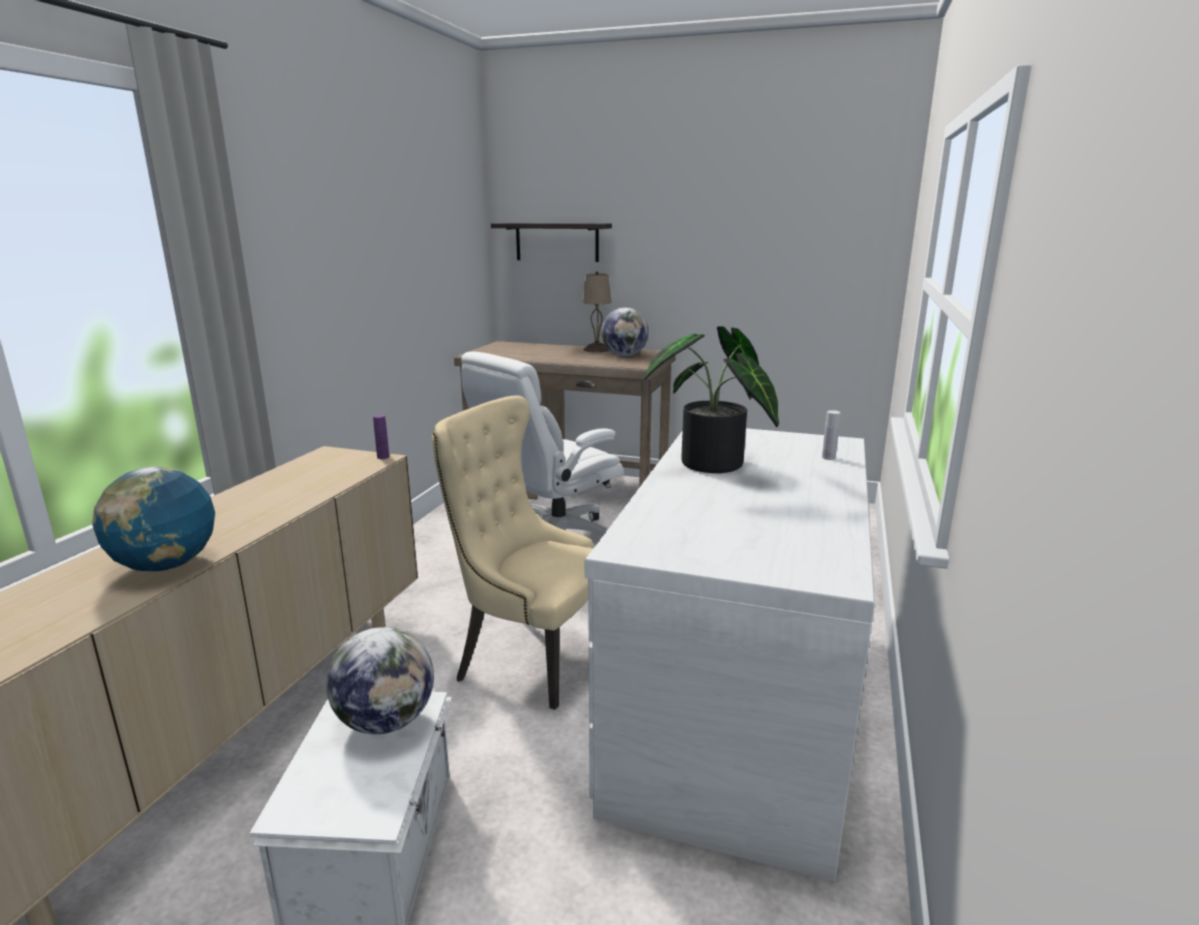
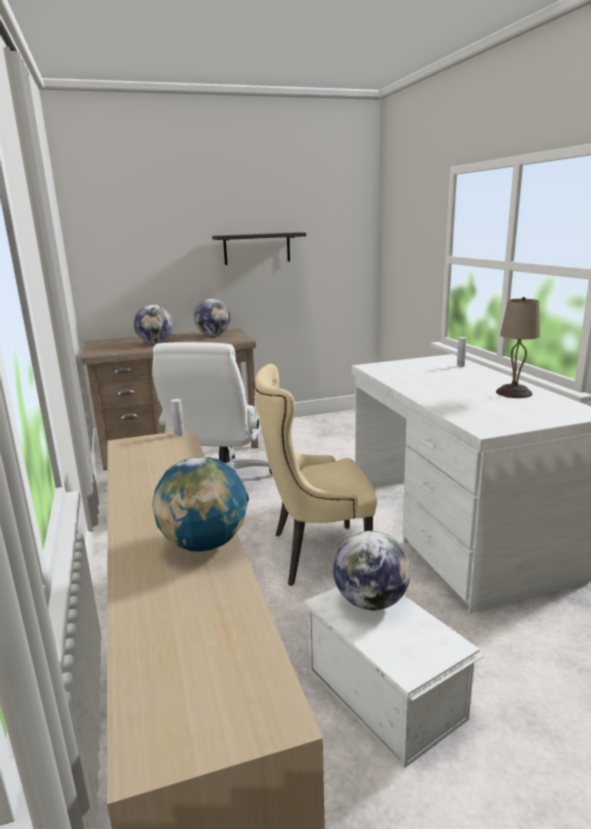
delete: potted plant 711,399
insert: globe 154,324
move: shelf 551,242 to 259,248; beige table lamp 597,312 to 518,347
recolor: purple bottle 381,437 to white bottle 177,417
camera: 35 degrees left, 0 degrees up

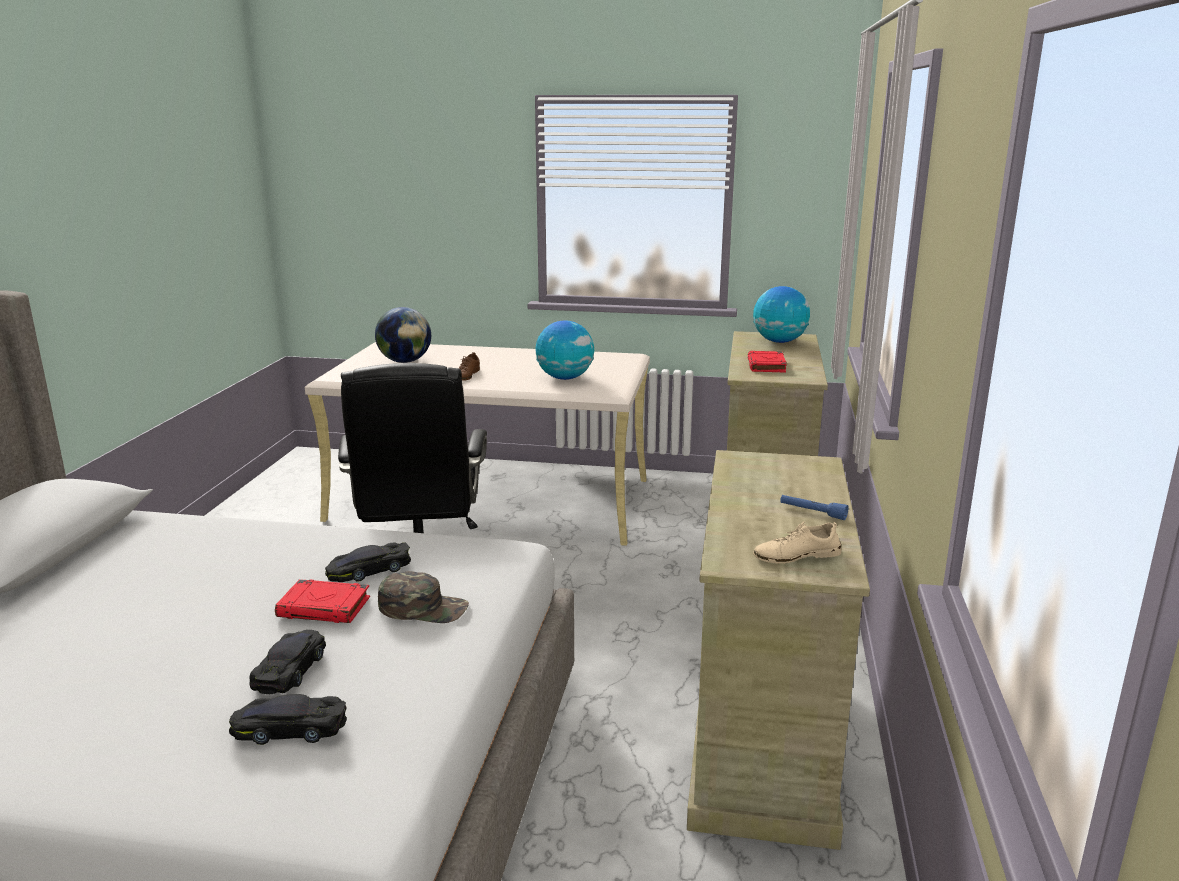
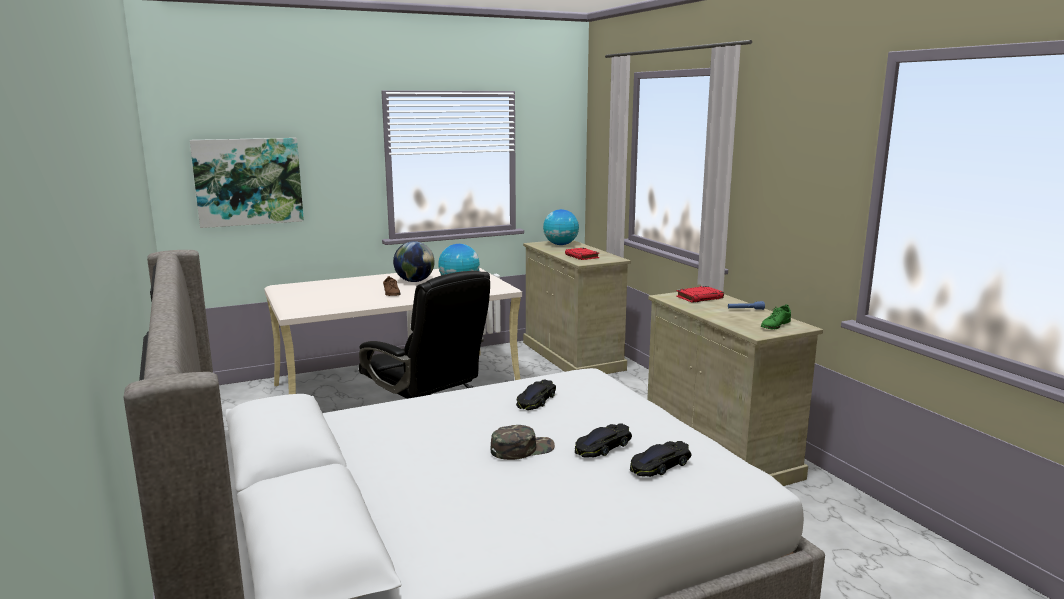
insert: picture 247,183
move: red book 322,601 to 700,294; globe 403,335 to 414,261; green cap 423,597 to 523,442
recolor: beige shoe 797,542 to green shoe 776,317
rotate: black toy car 287,662 = 603,440 105 degrees counterclockwise
camera: 35 degrees left, 5 degrees down

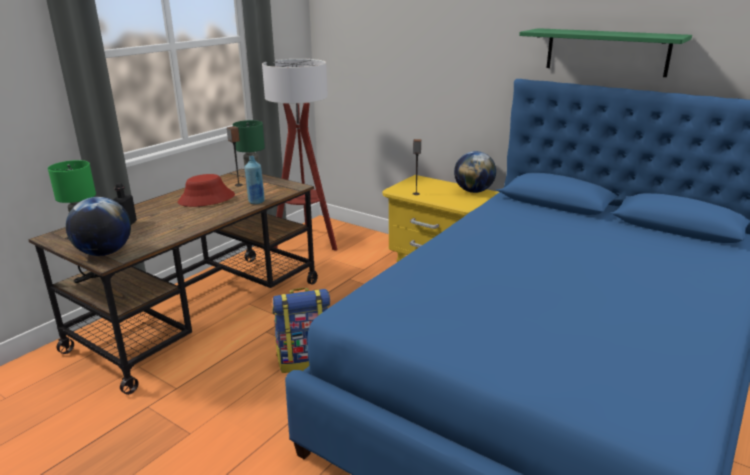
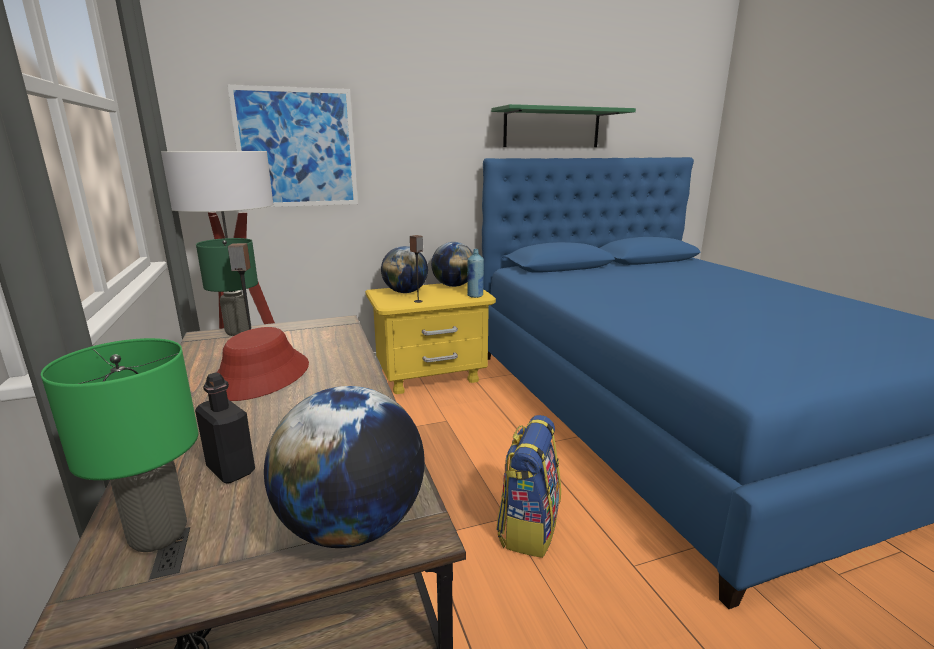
insert: picture 292,146; globe 404,269
move: blue bottle 255,180 to 475,273
camera: 55 degrees left, 5 degrees down

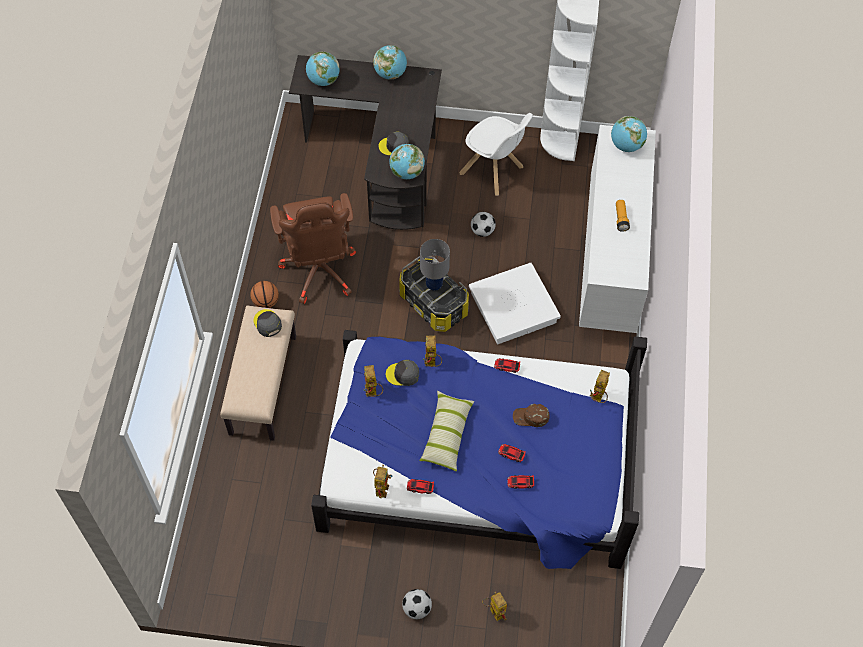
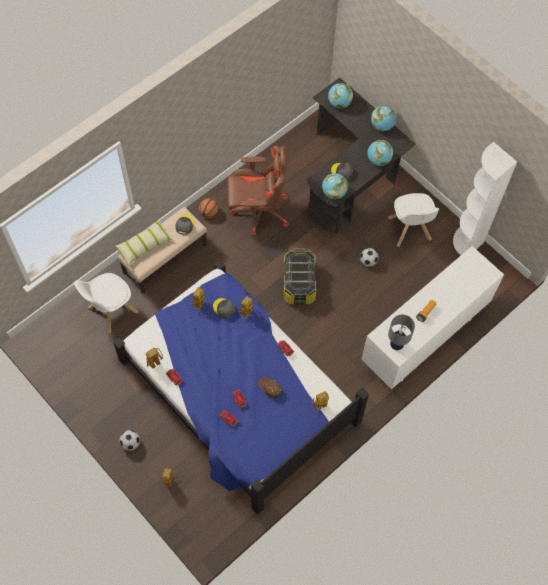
delete: white storage box 515,303
insert: white chair 106,303
move: pillow 446,431 to 143,242; grey table lamp 435,265 to 401,332; globe 629,134 to 380,153
rotate: brown office chair 313,248 = 258,191 120 degrees counterclockwise
camera: 40 degrees right, 5 degrees up

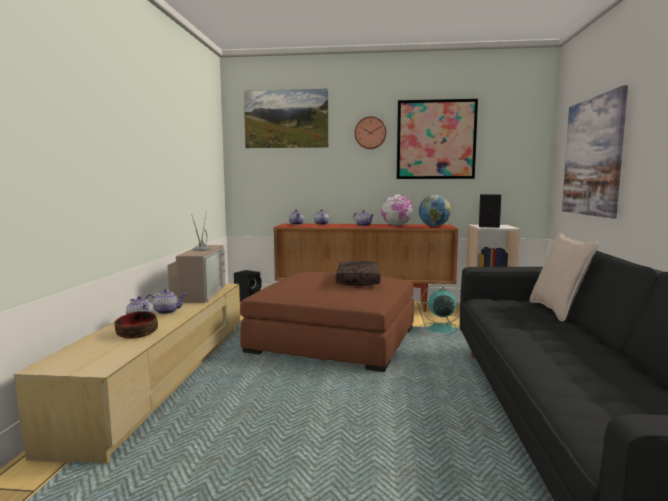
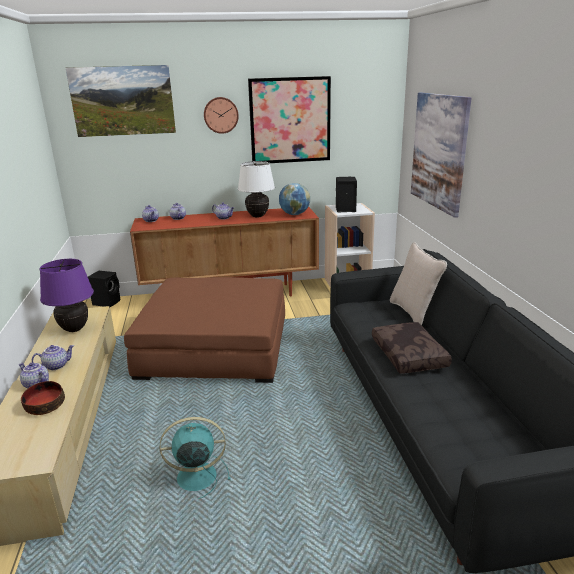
move: brown pillow 358,273 to 412,348; turquoise fan 440,308 to 195,458
replace: television 196,257 to purple table lamp 67,295; globe 397,210 to white table lamp 256,189
camera: 15 degrees left, 15 degrees up

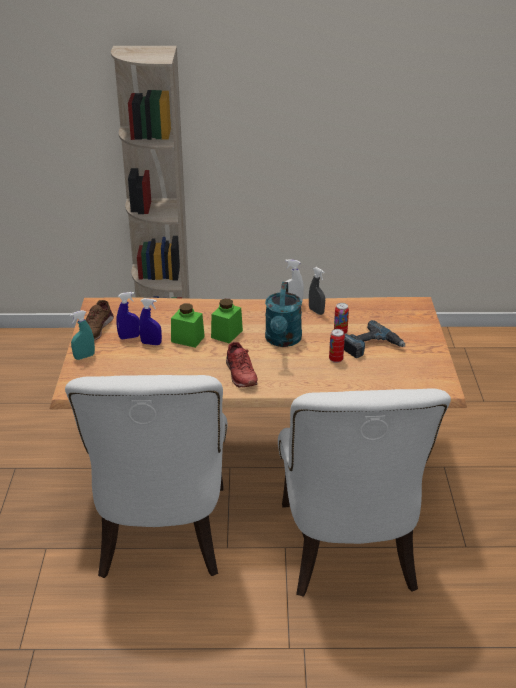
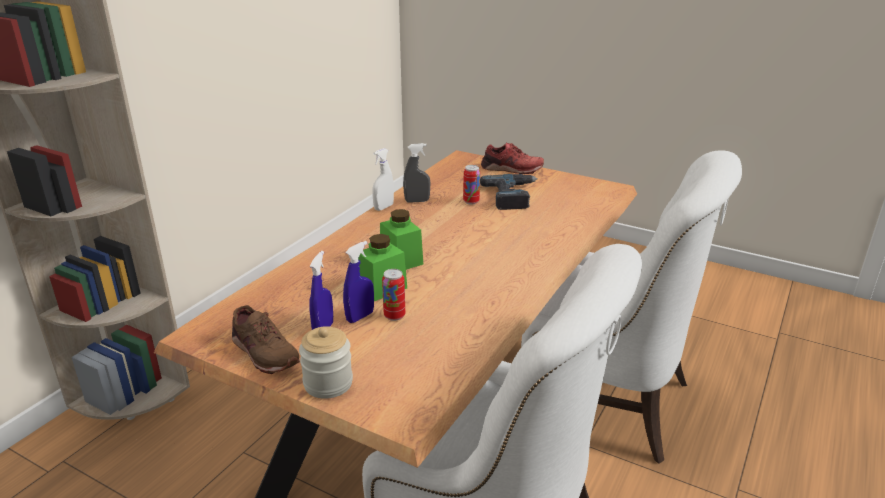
delete: turquoise watering can 283,314
move: red shoe 242,365 to 512,158; can 337,346 to 393,295
replace: turquoise spray bottle 82,335 to jar 326,362
camera: 60 degrees left, 5 degrees down

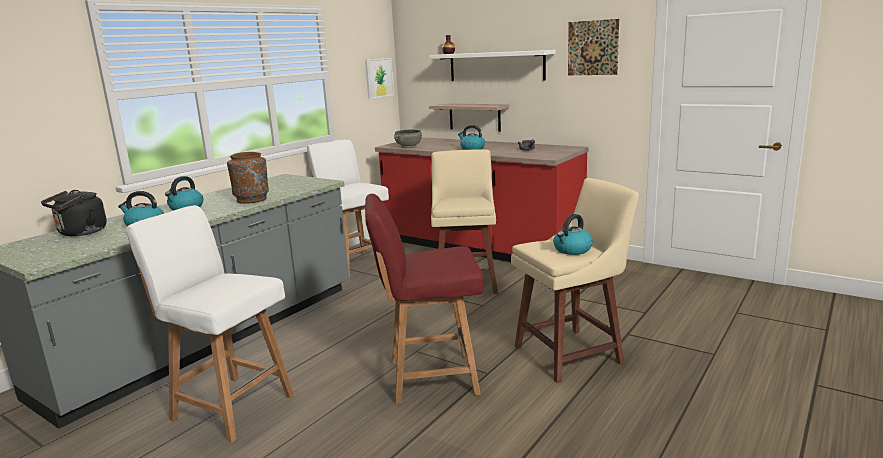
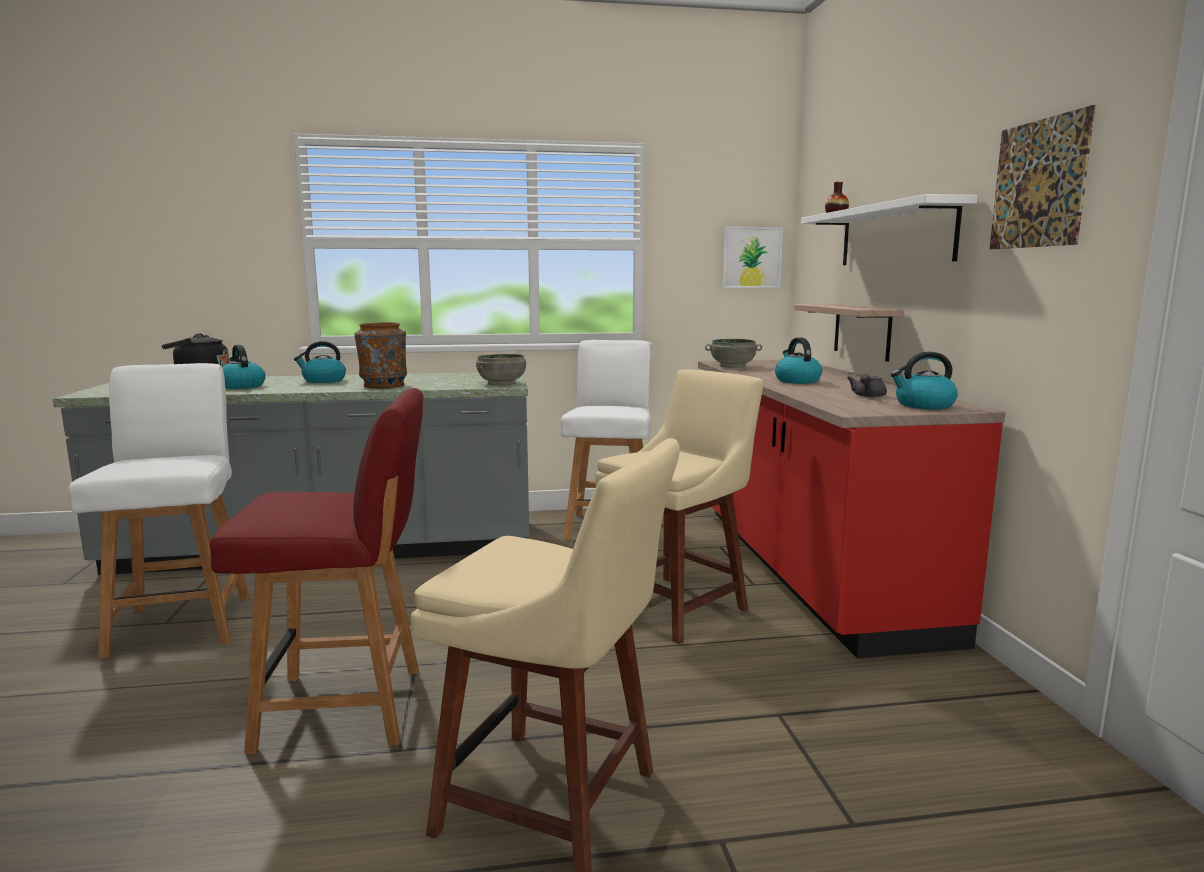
insert: grey bowl 501,370
move: kettle 573,234 to 924,381
rotate: red chair 424,299 = 316,571 135 degrees clockwise
camera: 45 degrees right, 5 degrees down

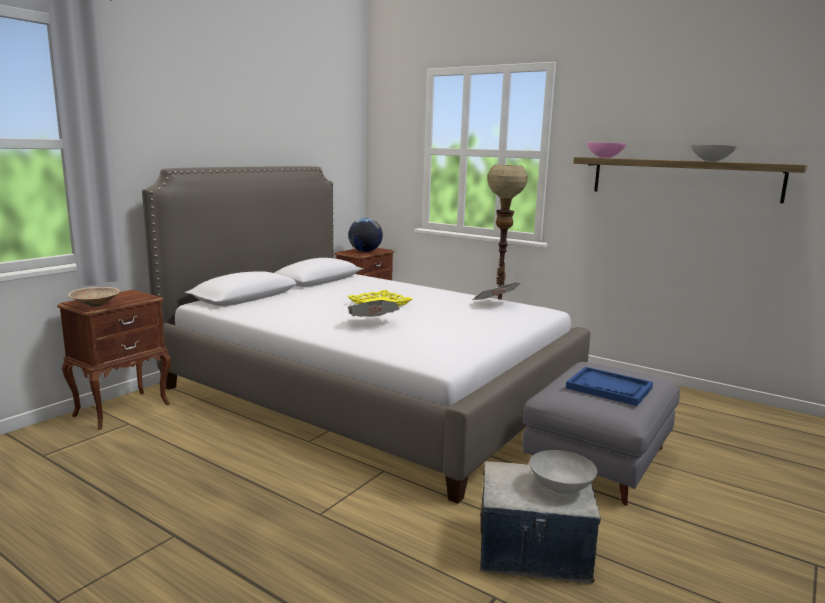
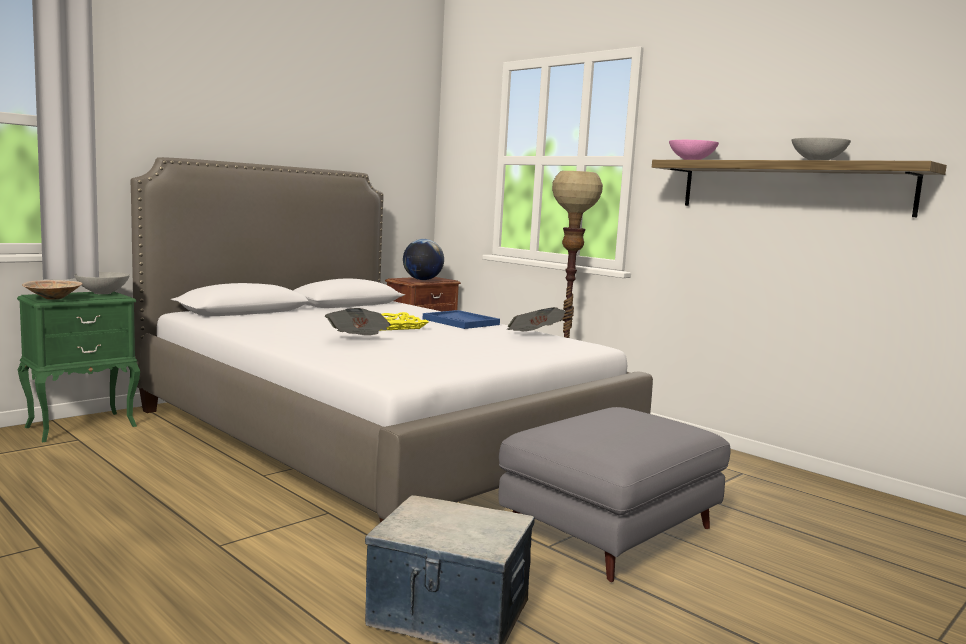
move: grey bowl 563,472 to 102,283; blue tray 609,386 to 461,319
recolor: brown nightstand 114,360 to green nightstand 78,367
camera: 10 degrees right, 5 degrees down

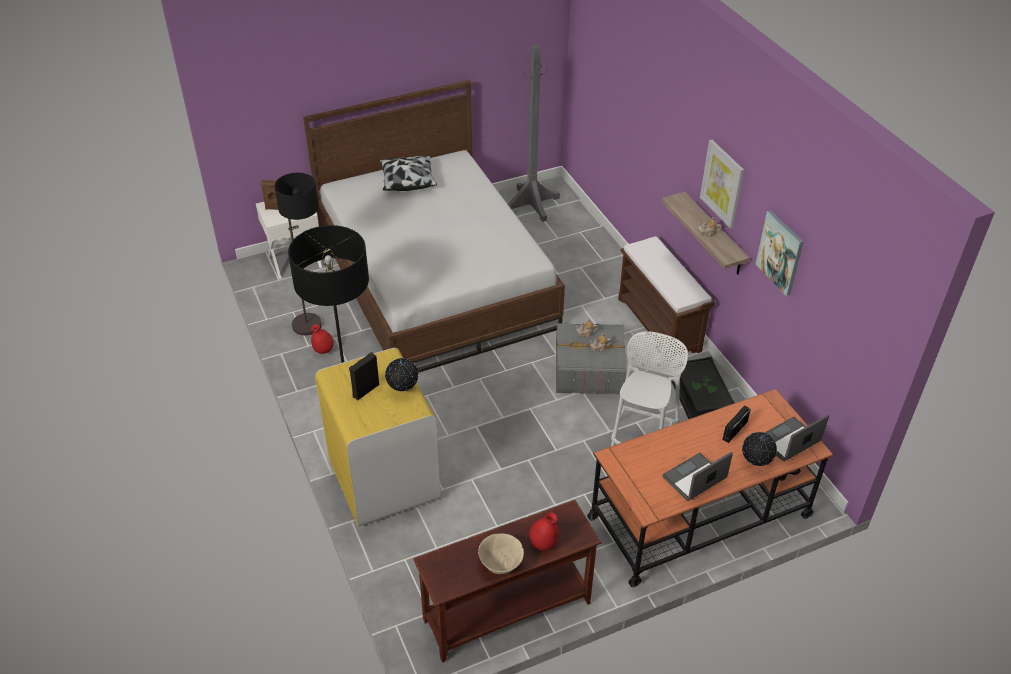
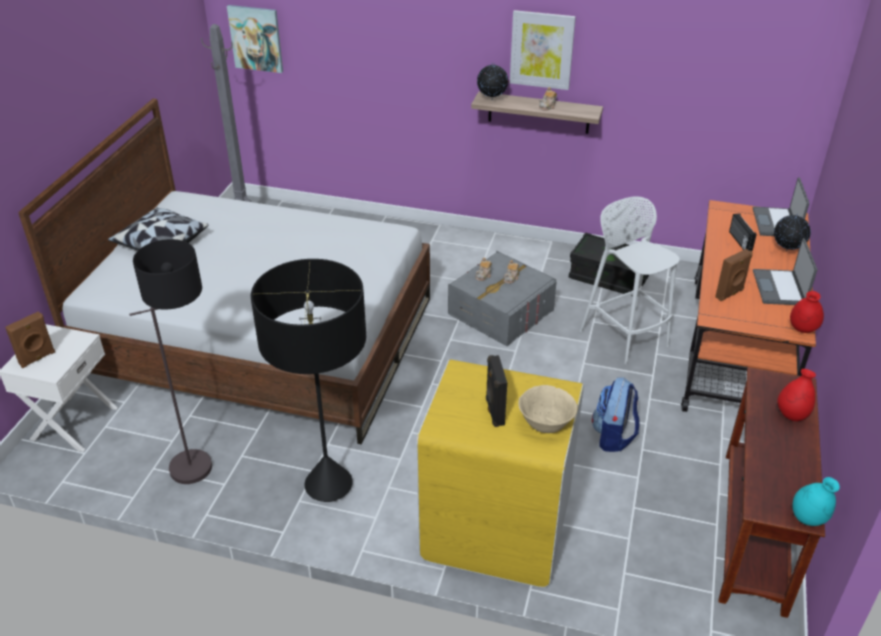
delete: brown bench 666,298
insert: backpack 615,415; brown speaker 734,275; turquoise vase 816,501
move: red vase 322,339 to 807,312; globe 402,374 to 492,81; beige bowl 501,553 to 548,409; picture 779,253 to 255,39
camera: 50 degrees left, 5 degrees down

